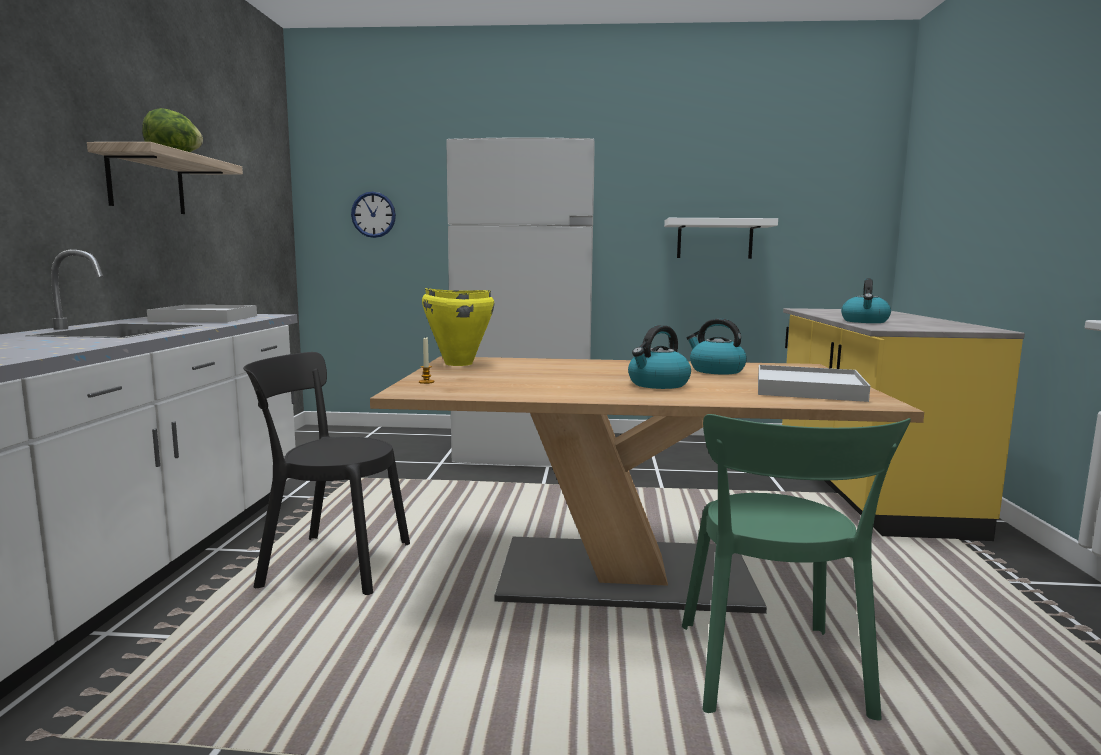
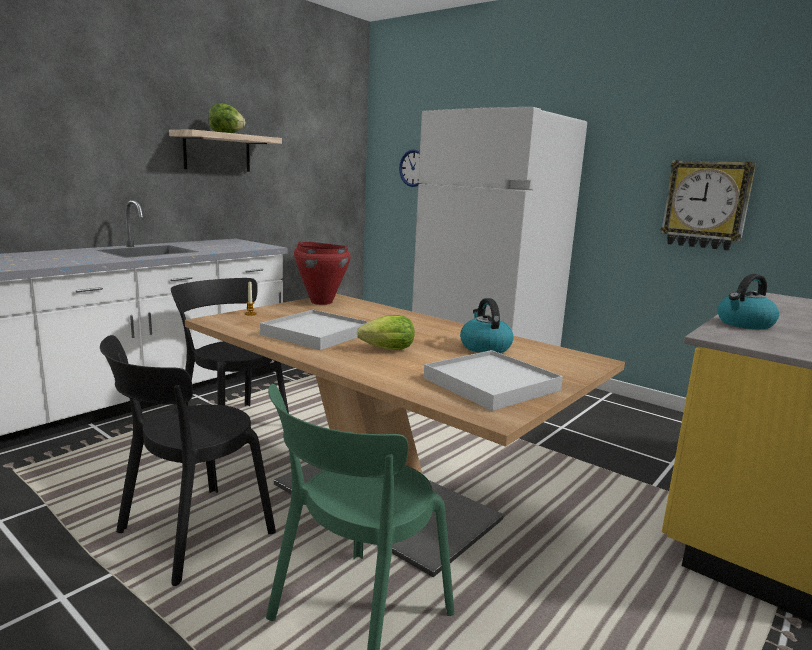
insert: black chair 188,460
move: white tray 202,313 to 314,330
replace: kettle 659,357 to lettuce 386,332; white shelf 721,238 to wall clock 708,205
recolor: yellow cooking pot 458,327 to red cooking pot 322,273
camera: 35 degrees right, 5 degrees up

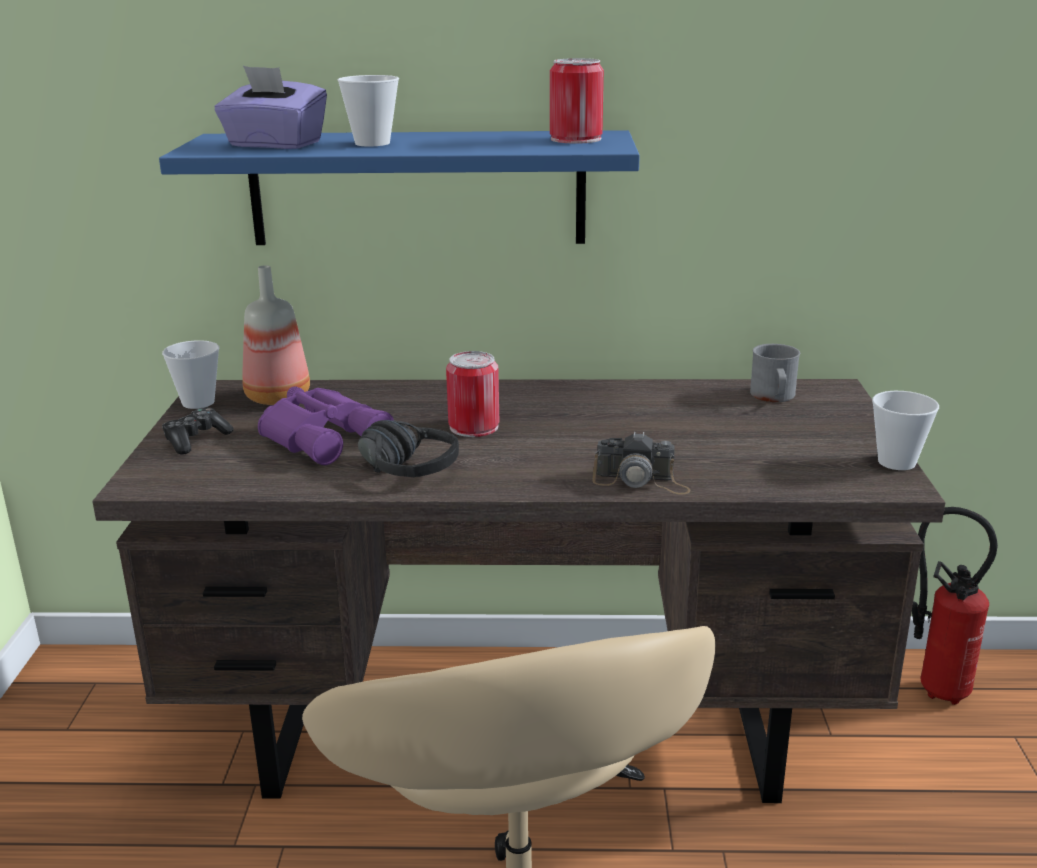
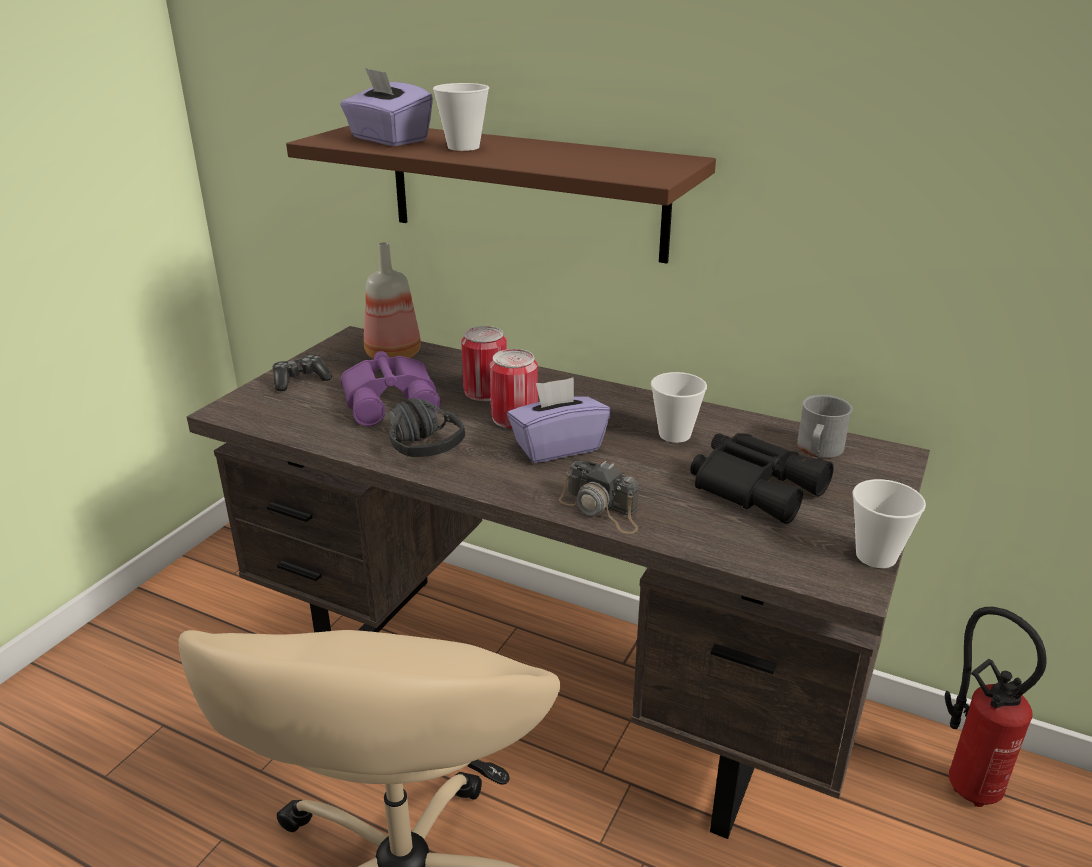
insert: purple tissue box 559,420; black binoculars 762,478
move: cup 190,374 to 679,407; can 577,101 to 484,363
recolor: blue shelf 399,187 to brown shelf 501,194
camera: 25 degrees right, 5 degrees up

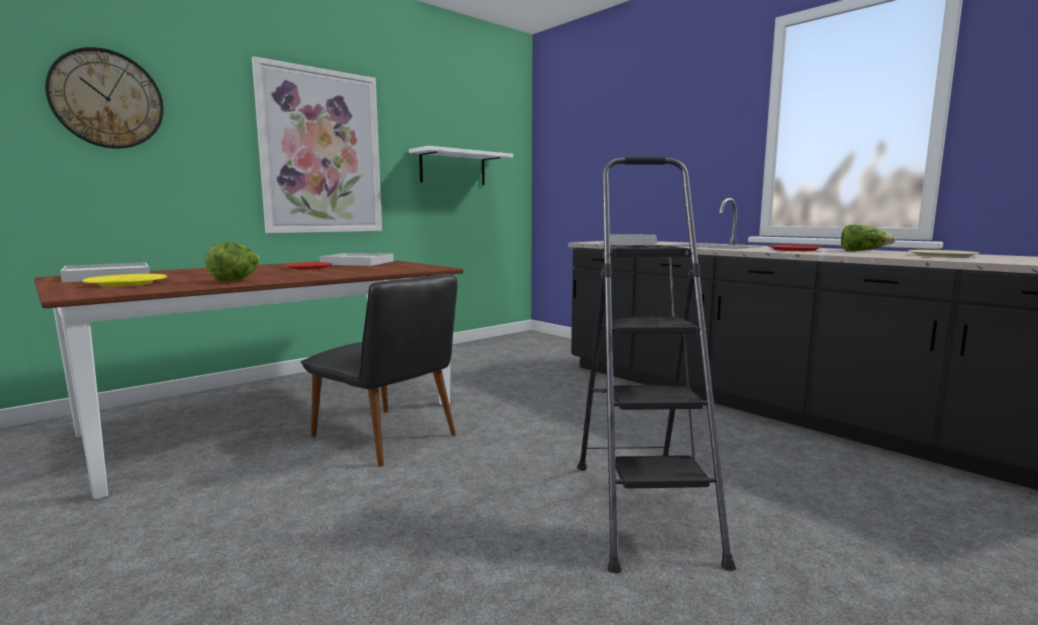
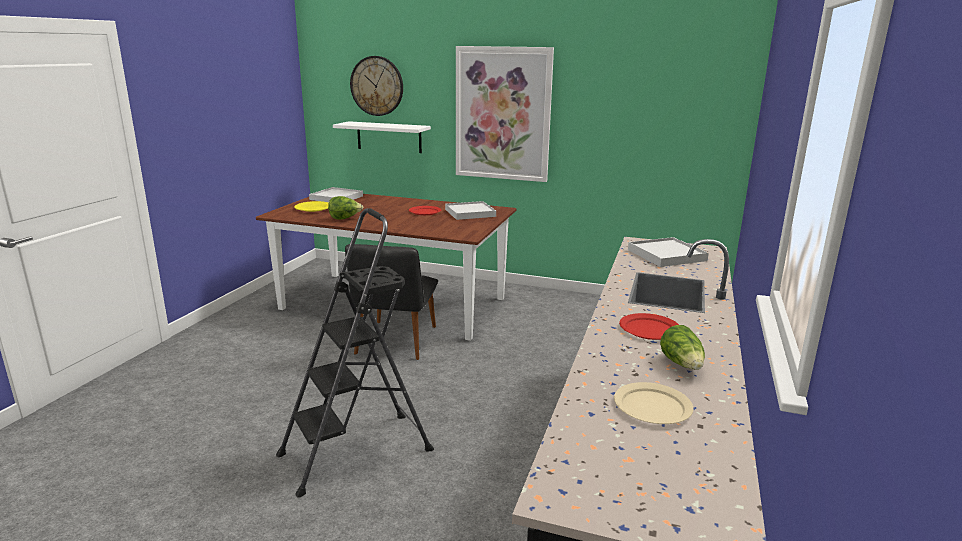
move: white shelf 461,165 to 382,137
camera: 60 degrees right, 10 degrees up

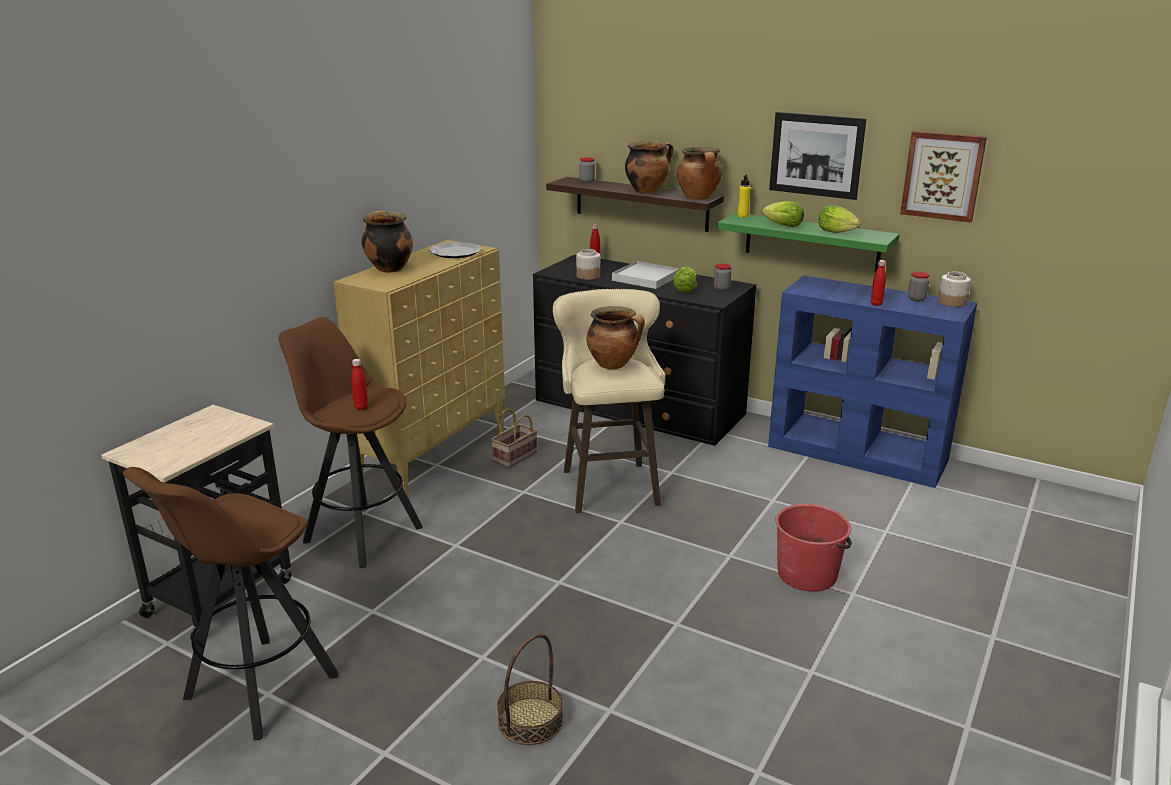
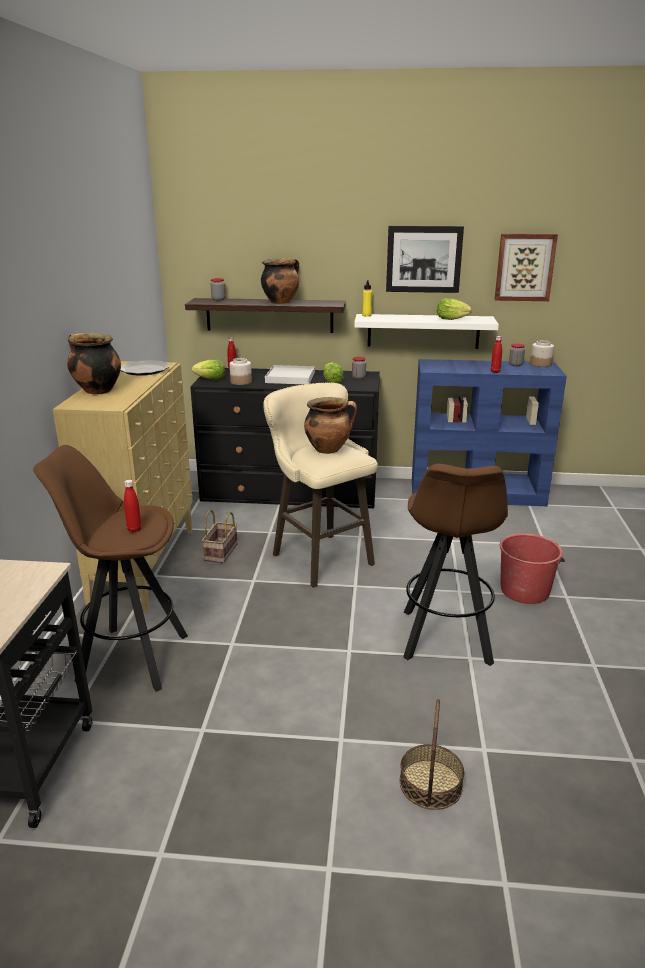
delete: cooking pot 699,173
move: brown stool 230,604 to 455,565; lettuce 783,214 to 208,369
recolor: green shelf 808,242 to white shelf 426,331
camera: 25 degrees left, 0 degrees up

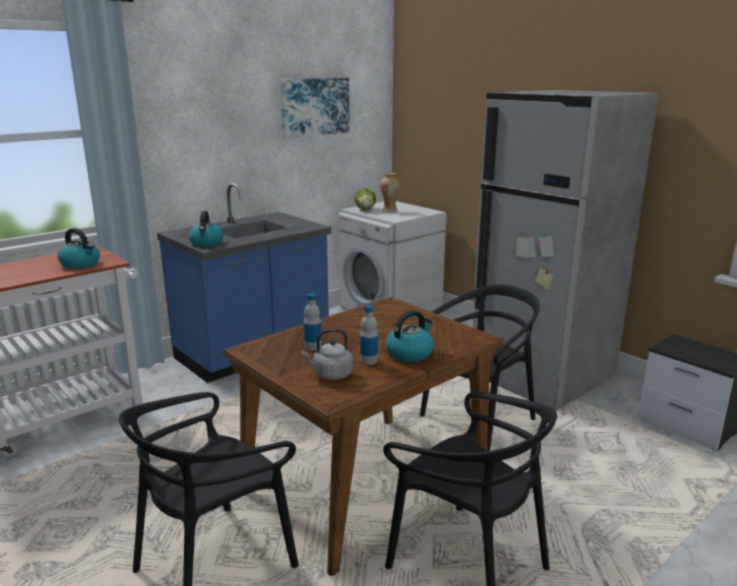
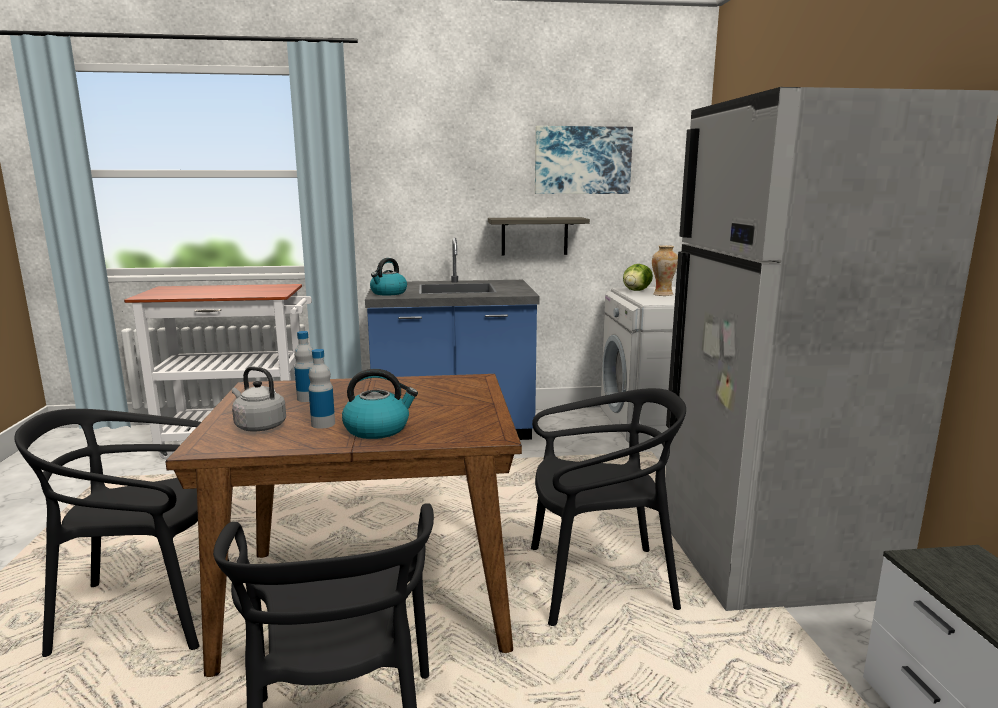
delete: kettle 79,248
insert: shelf 539,236
camera: 35 degrees right, 5 degrees down

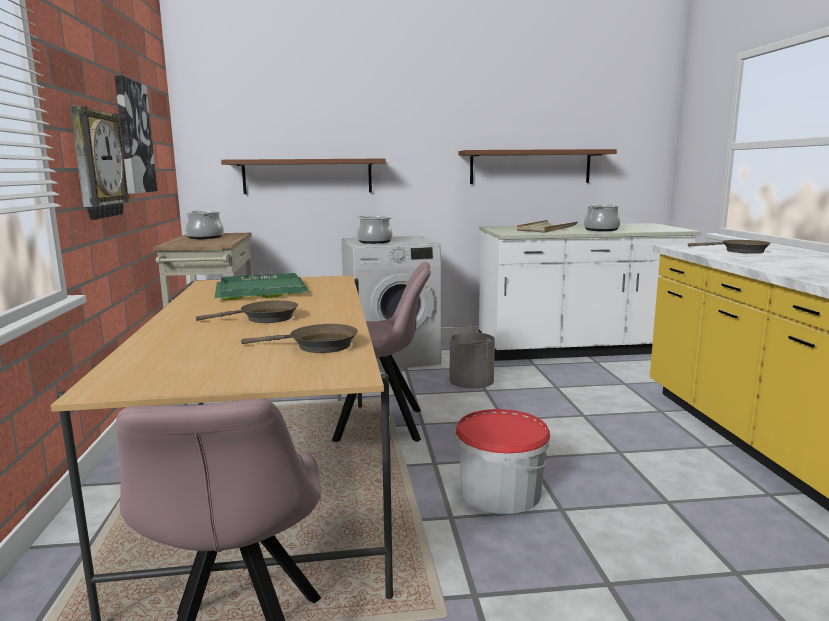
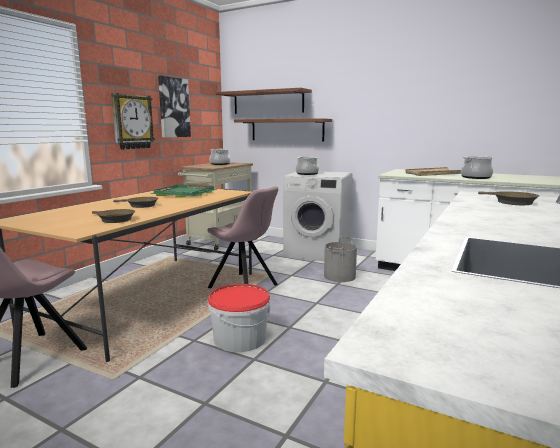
move: brown shelf 538,166 to 263,101
camera: 35 degrees right, 0 degrees up

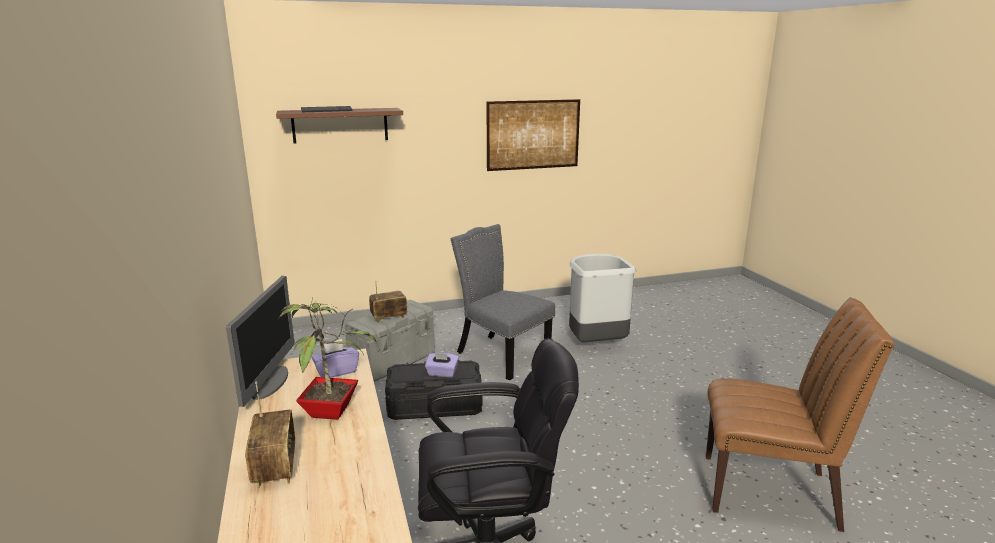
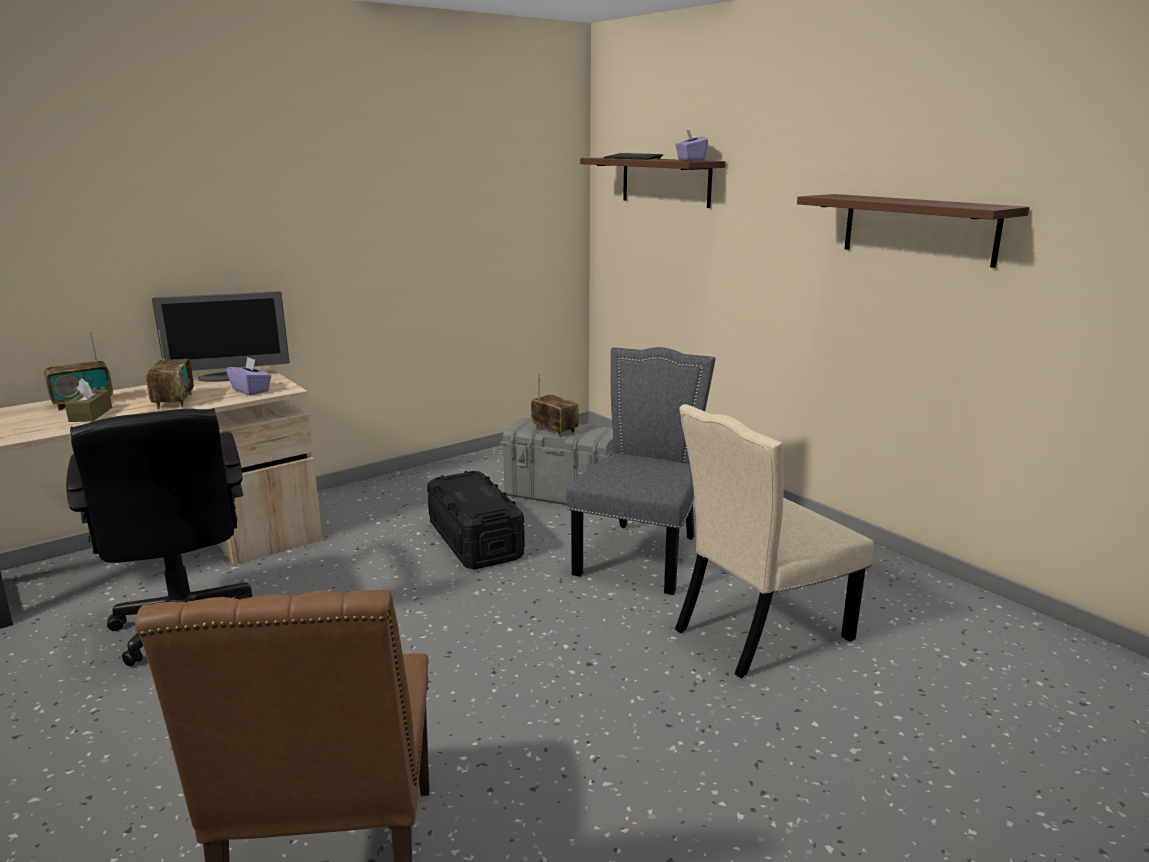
insert: brown tissue box 88,400
move: purple tissue box 442,365 to 691,145
replace: potted plant 327,358 to radio 170,369; picture 533,135 to brown shelf 913,231; grey trash can 602,298 to beige chair 774,541
camera: 70 degrees right, 0 degrees up

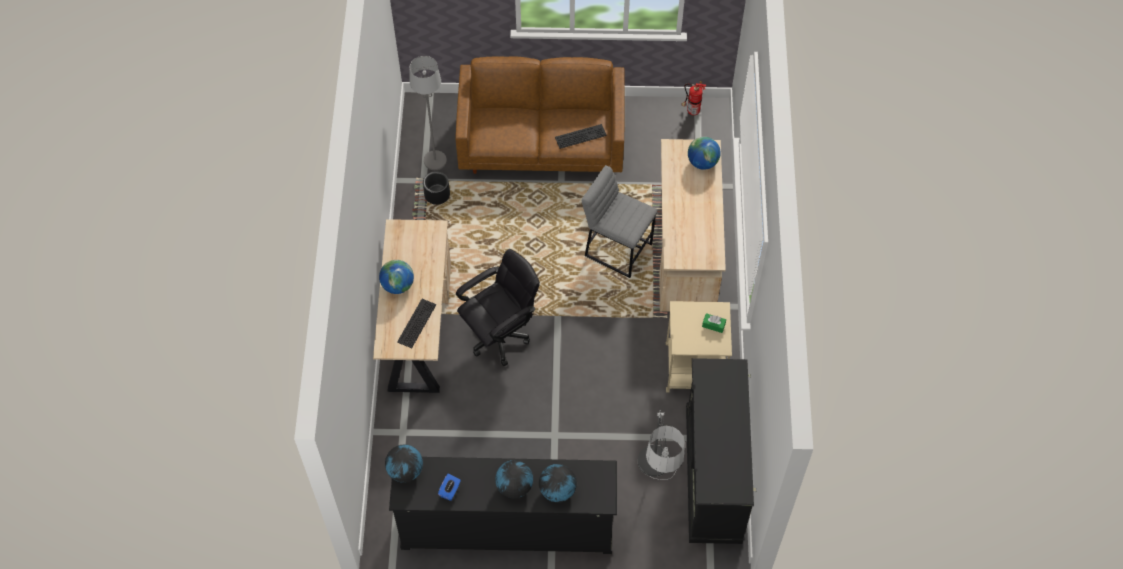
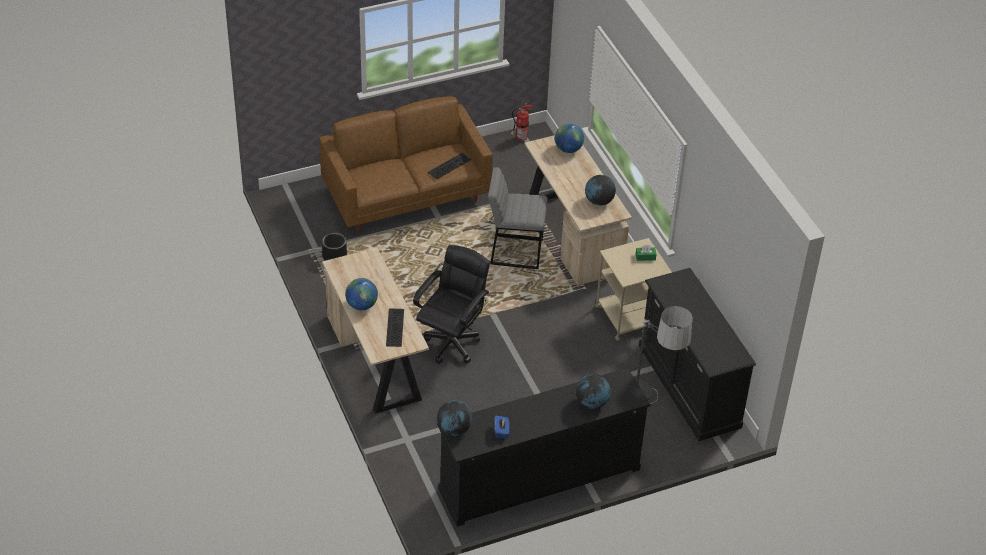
delete: grey floor lamp 428,113
move: globe 514,479 to 600,190
camera: 25 degrees left, 15 degrees down

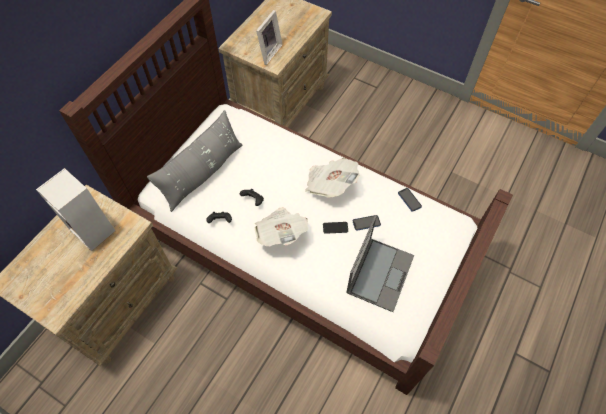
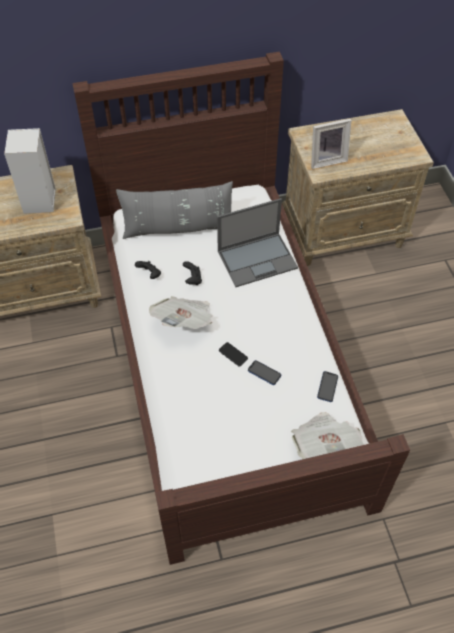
move: newspaper 332,178 to 327,435; laptop 380,263 to 257,242
camera: 45 degrees right, 5 degrees down

